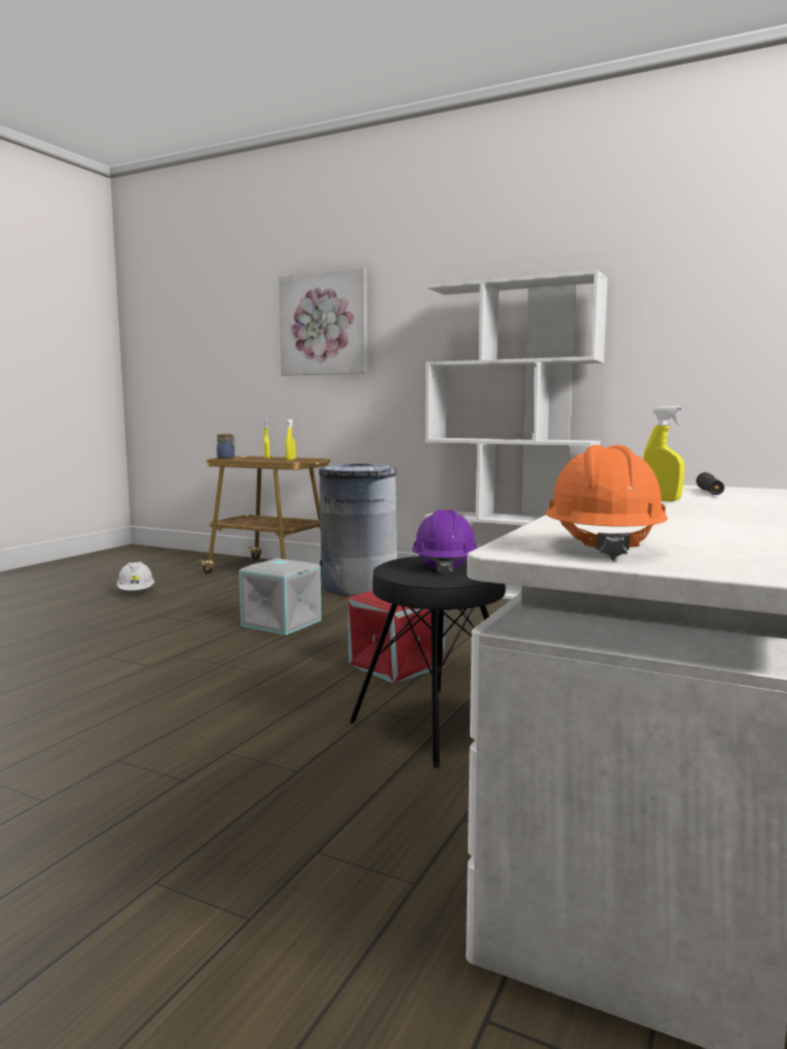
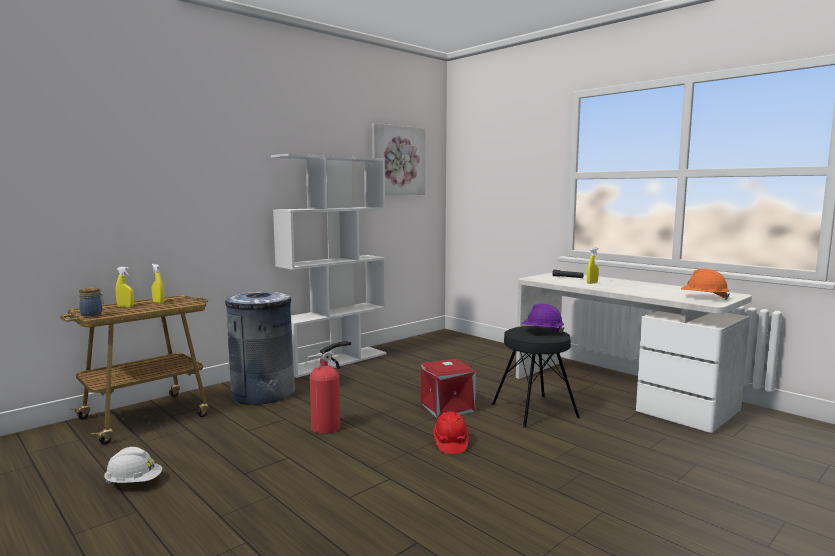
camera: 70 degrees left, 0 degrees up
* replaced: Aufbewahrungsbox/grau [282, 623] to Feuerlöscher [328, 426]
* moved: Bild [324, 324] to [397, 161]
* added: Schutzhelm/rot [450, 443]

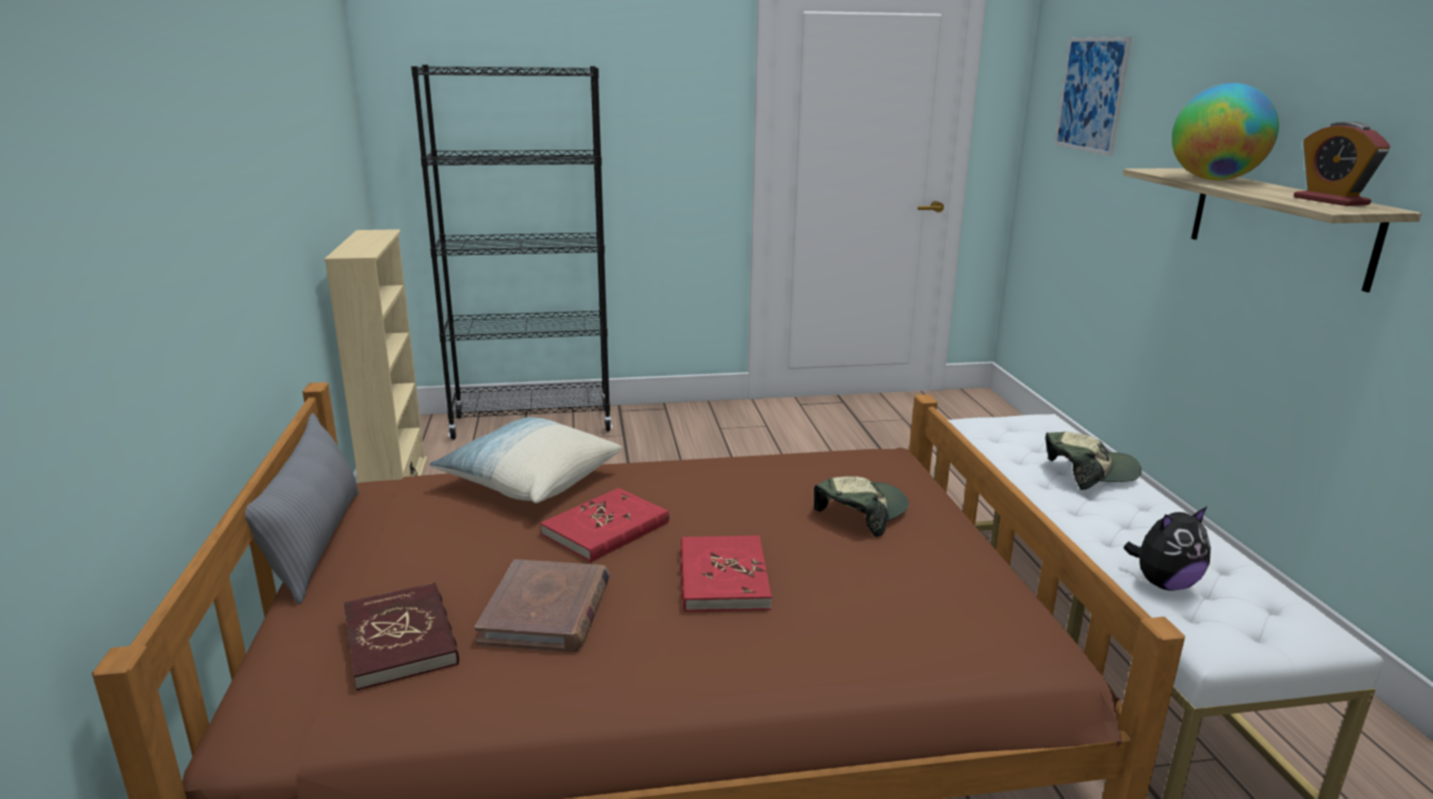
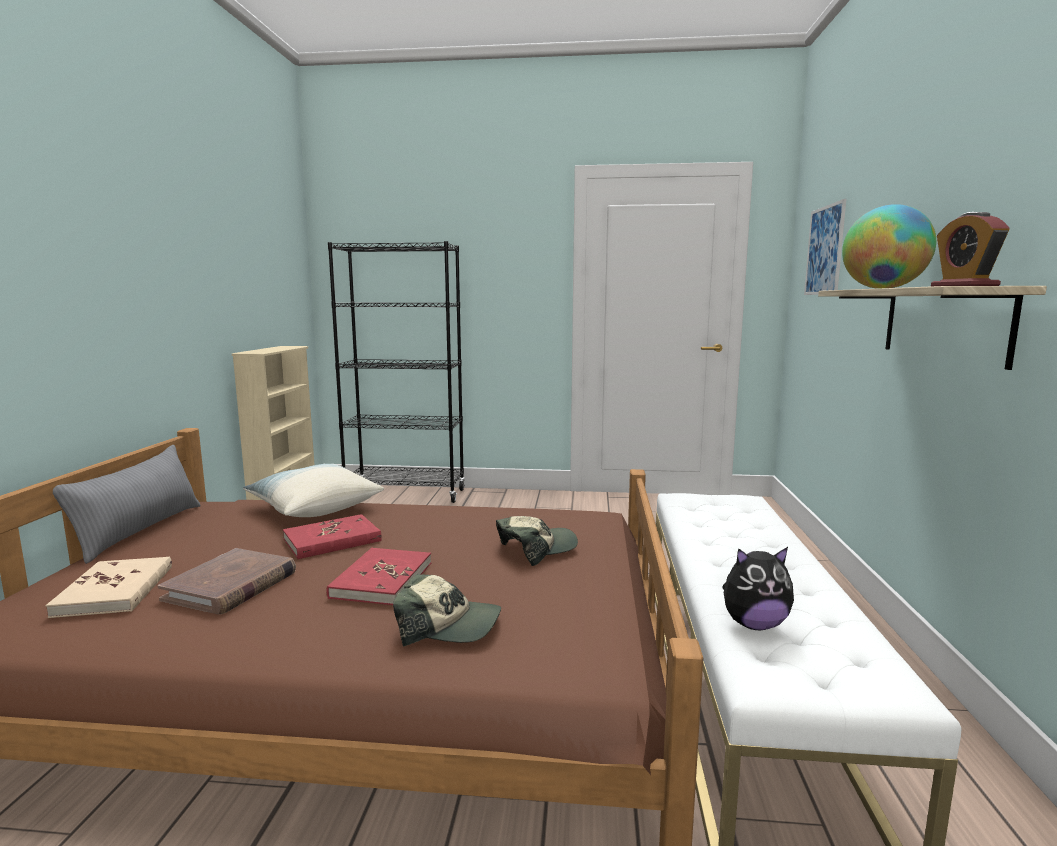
camera: 15 degrees right, 10 degrees down
* recoloured: Buch/rot [401, 639] to Buch/beige [116, 590]
* moved: Kappe [1089, 472] to [449, 626]

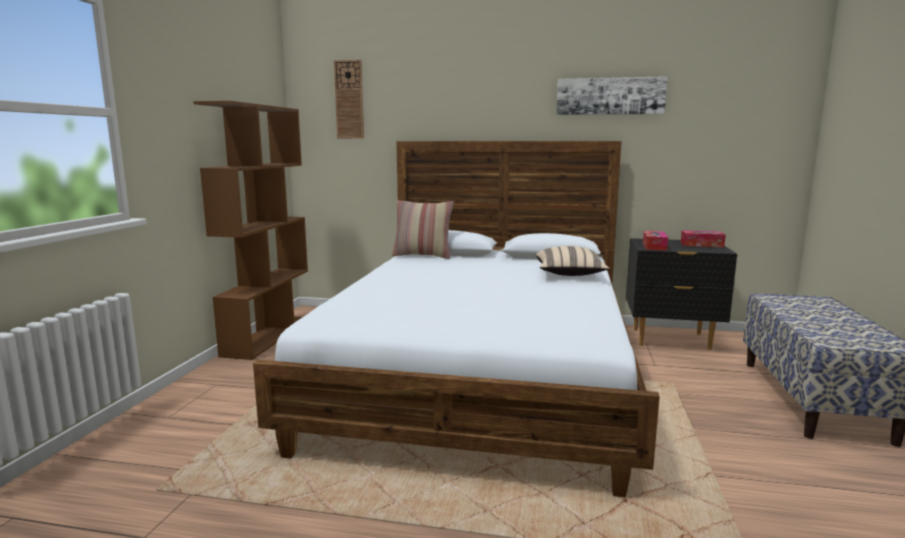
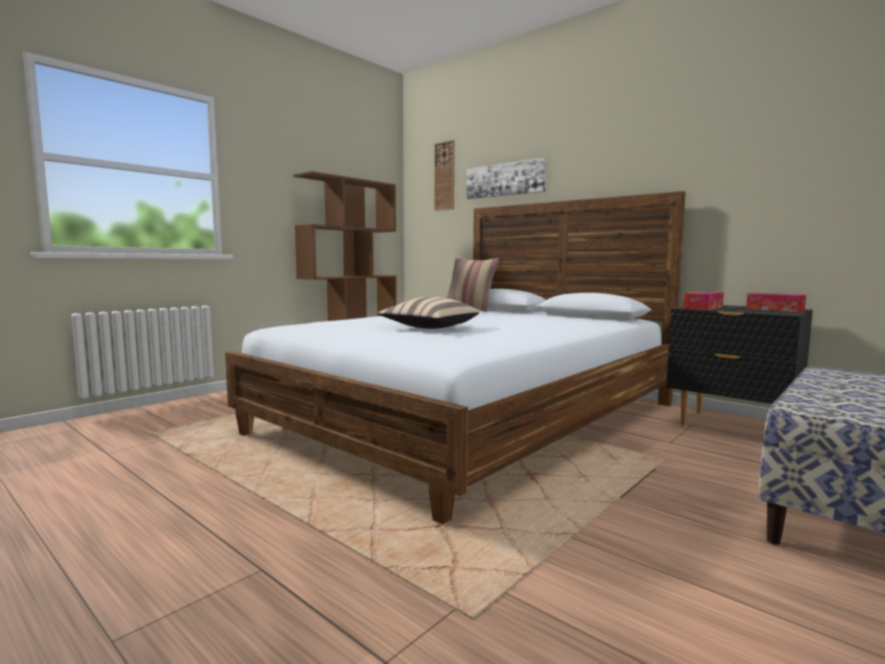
camera: 30 degrees right, 5 degrees down
* moved: Kissen/beige [569, 274] to [429, 328]
* moved: Bild [610, 96] to [505, 179]

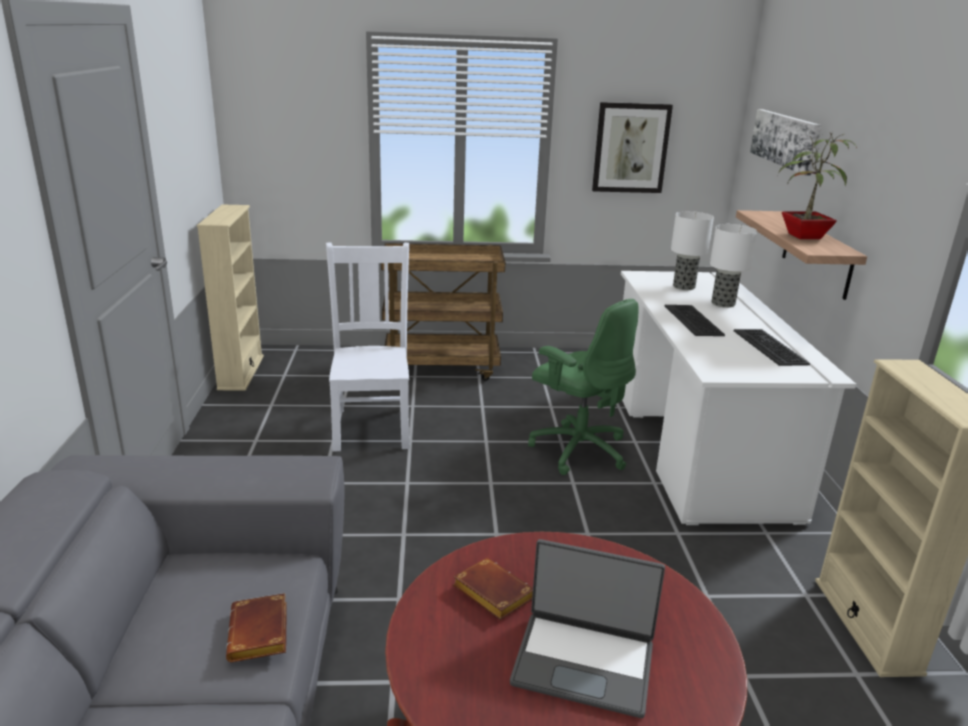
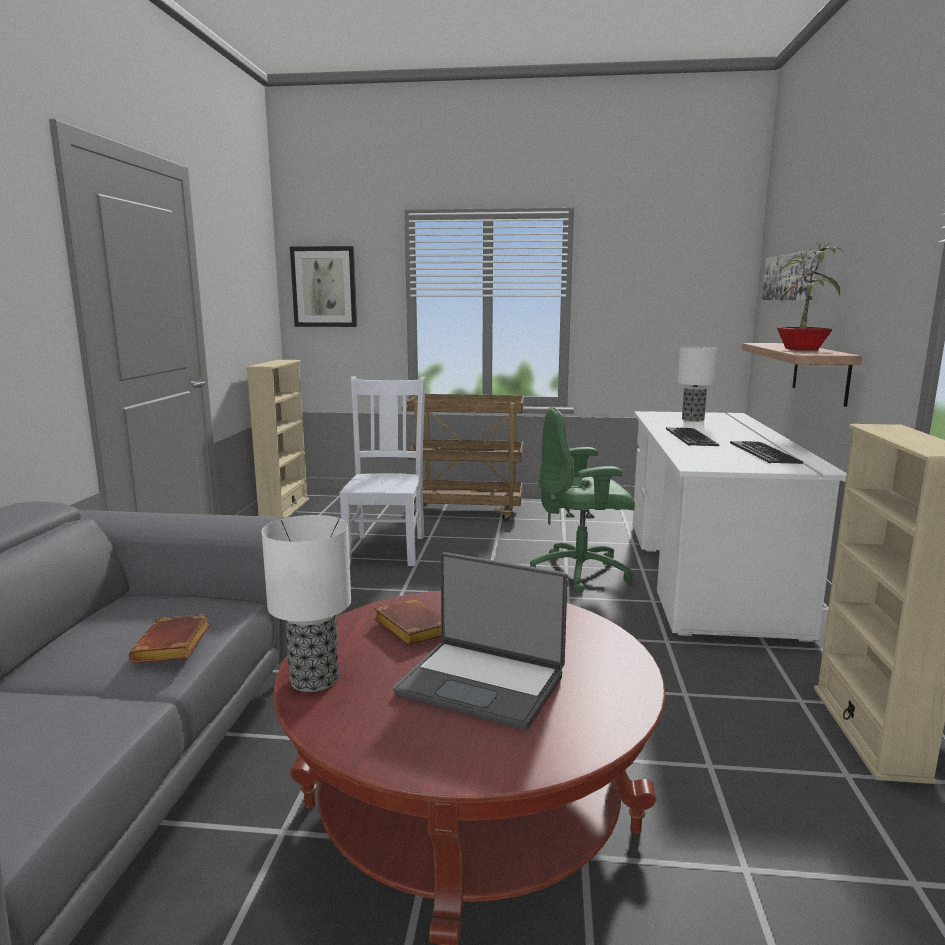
camera: 10 degrees right, 10 degrees down
* moved: Tischlampe [723, 304] to [314, 680]
* moved: Bild [630, 148] to [324, 287]
* turned: Bürostuhl/grün [578, 449] = [581, 572] 120 degrees clockwise

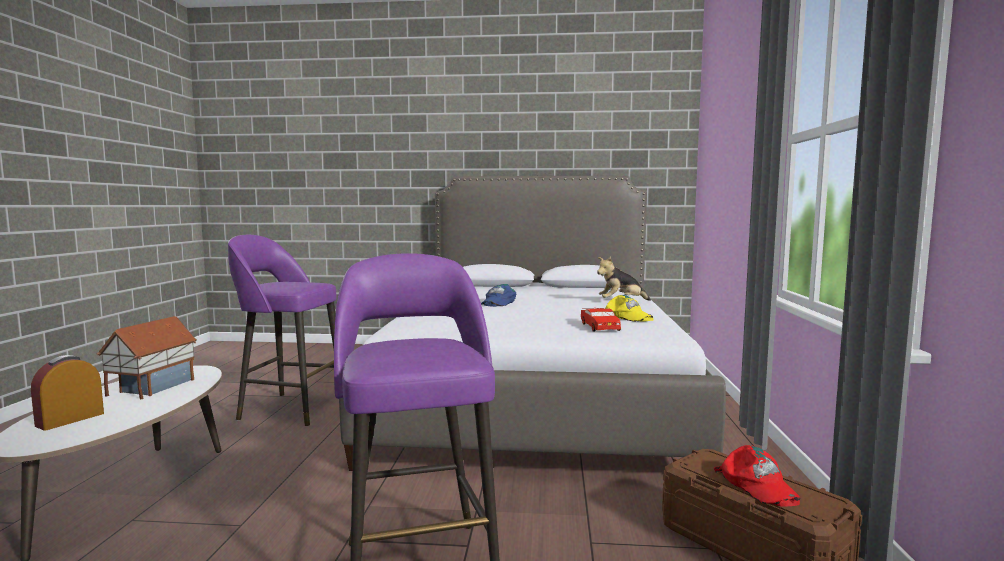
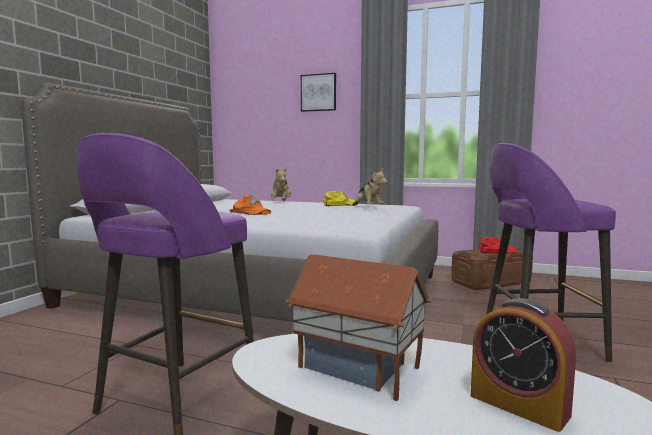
camera: 75 degrees left, 0 degrees up
* recoloured: Kappe/blau [498, 302] to Kappe/orange [251, 212]
* added: Bild [318, 92]
* replaced: Spielzeugauto/rot [600, 327] to Plüschtier [367, 208]

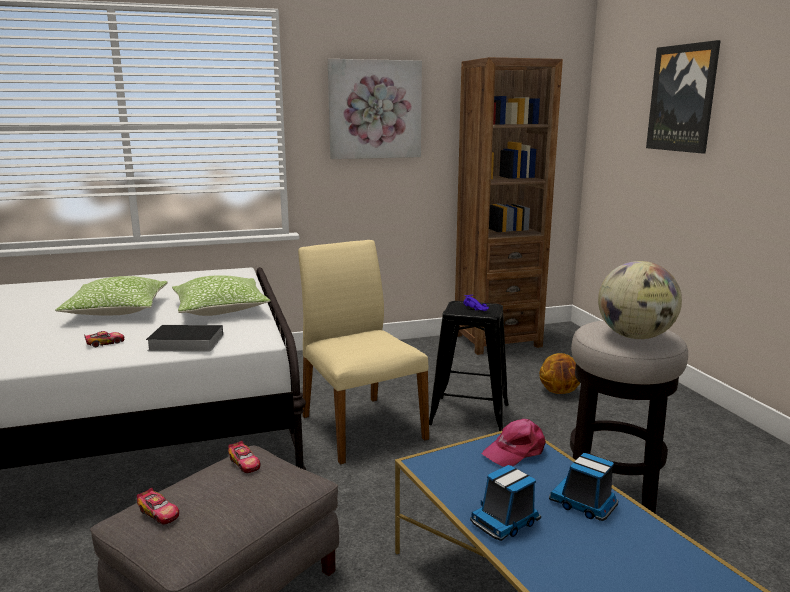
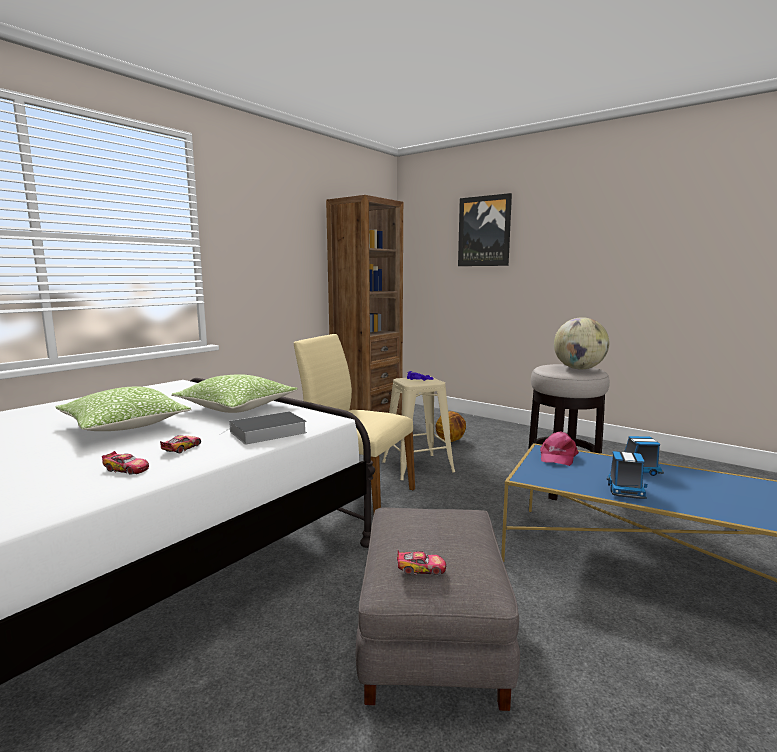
camera: 35 degrees left, 5 degrees down
* moved: Spielzeugauto [244, 463] to [127, 469]
* recoloured: Hocker/schwarz [469, 414] to Hocker/beige [417, 467]
* removed: Bild [374, 109]

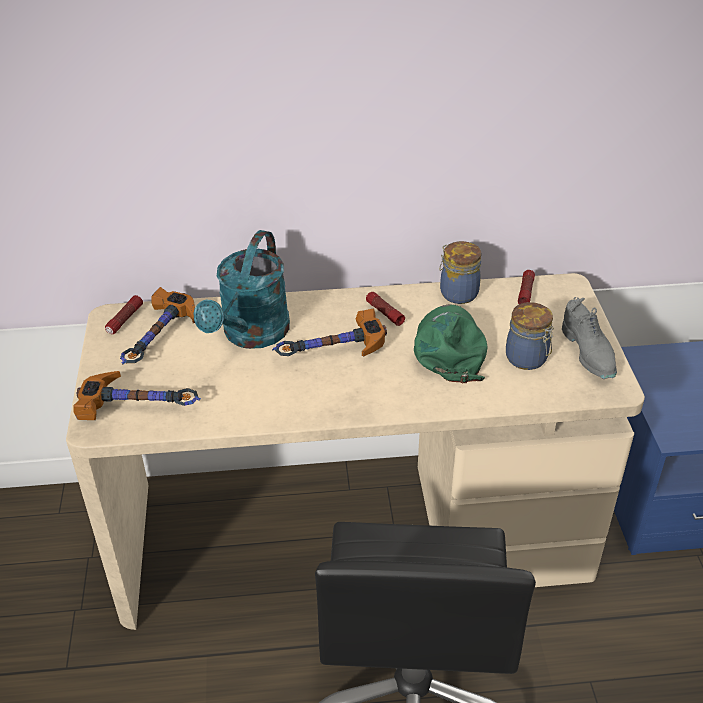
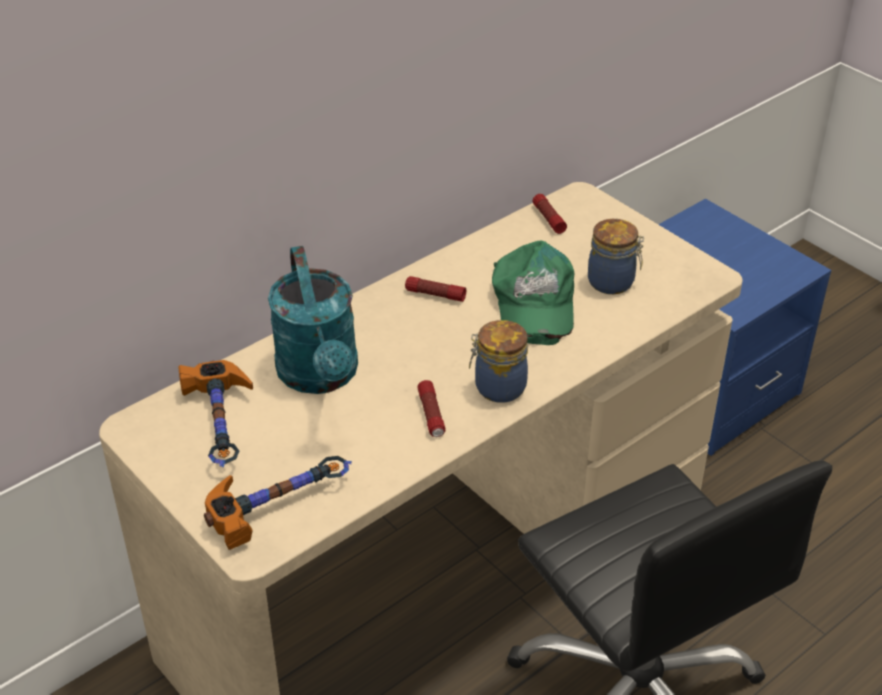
camera: 35 degrees left, 0 degrees up
* moved: Taschenlampe [125, 320] to [431, 415]
* moved: Vorratsglas [457, 293] to [497, 387]
* turned: Kappe/grün [449, 348] = [533, 302] 150 degrees counterclockwise
* removed: Hammer [330, 352]
* removed: Schuh/grau [588, 353]

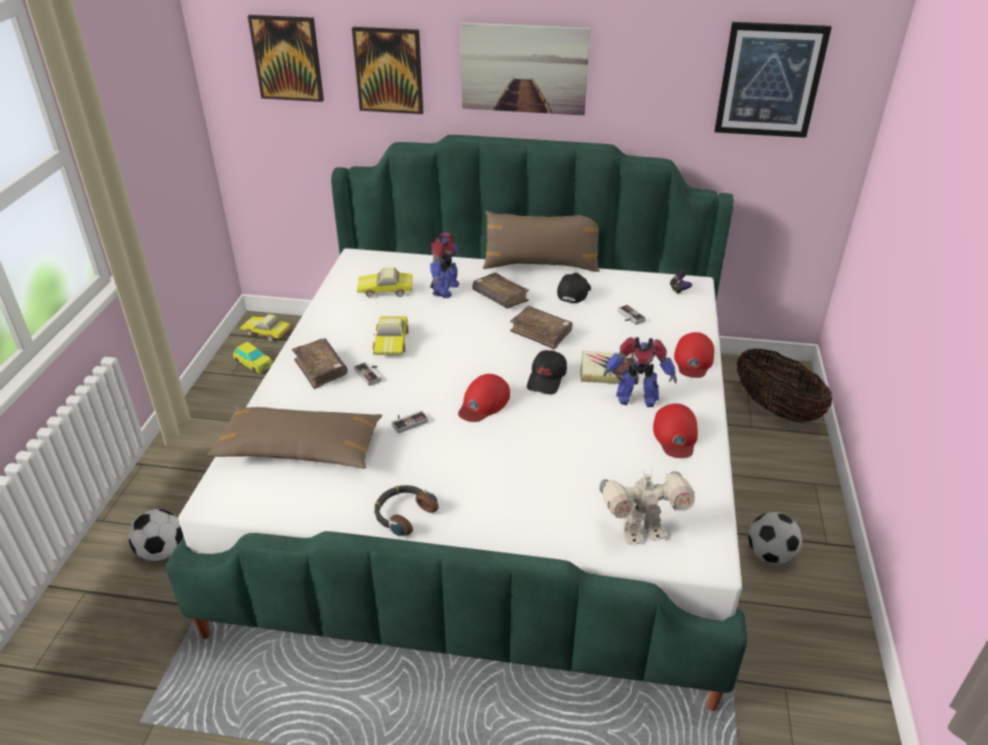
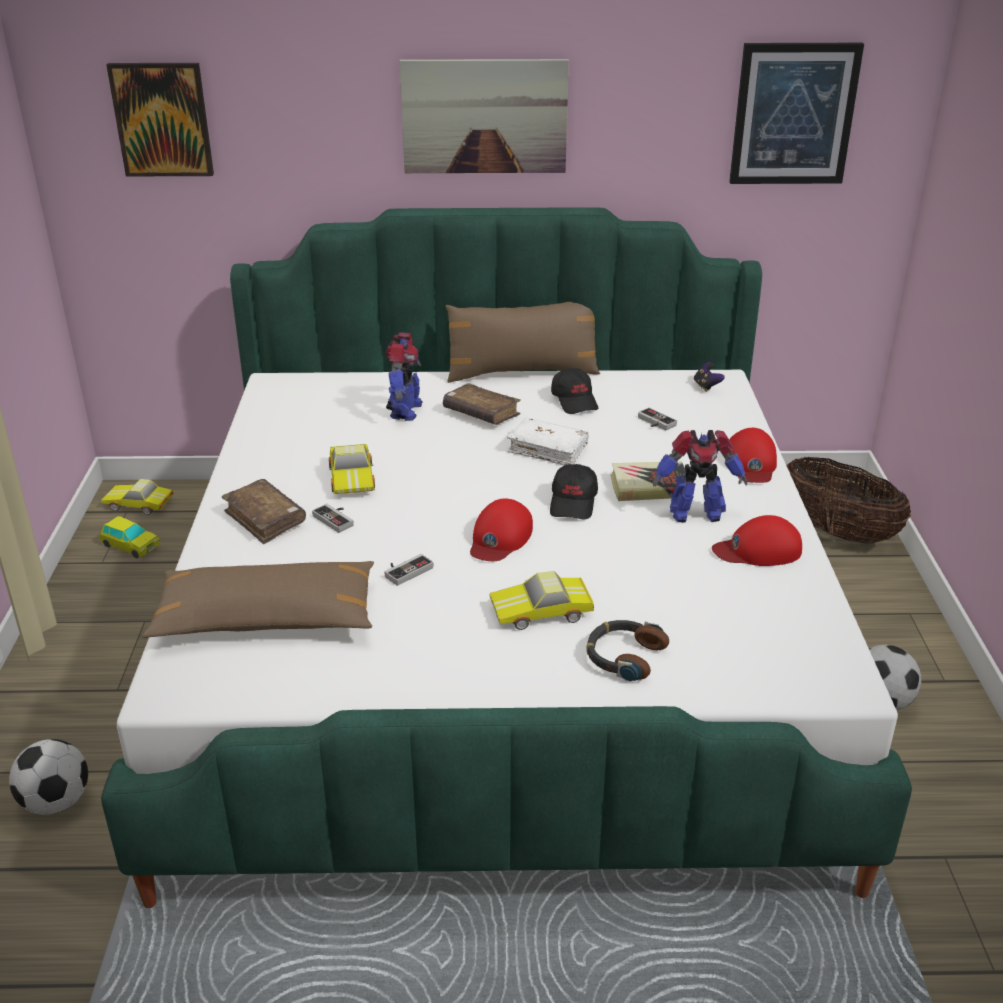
camera: 10 degrees left, 5 degrees down
* moved: Spielzeugauto [386, 290] to [542, 612]
* recoloured: Buch/braun [541, 333] to Buch/weiß [548, 450]
* turned: Kappe/schwarz [573, 293] = [575, 401] 150 degrees clockwise
* moved: Kopfhörer [404, 513] to [623, 656]
* turned: Kappe/rot [675, 435] = [758, 550] 90 degrees clockwise
* removed: Bild [389, 70]
* removed: Spielzeugroboter [641, 531]

